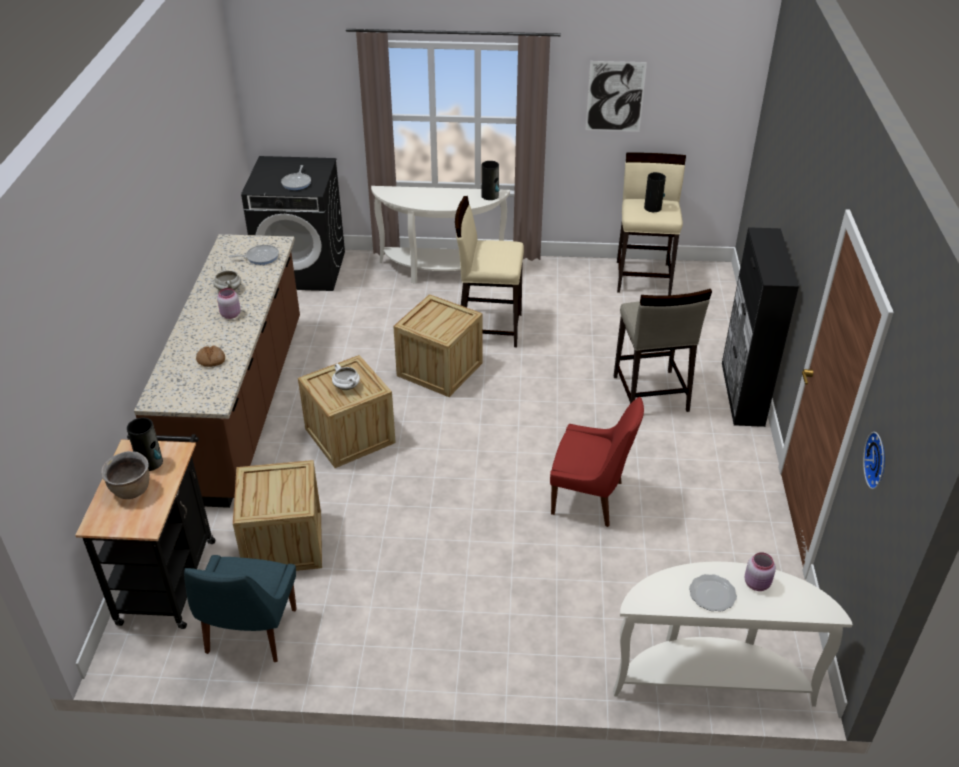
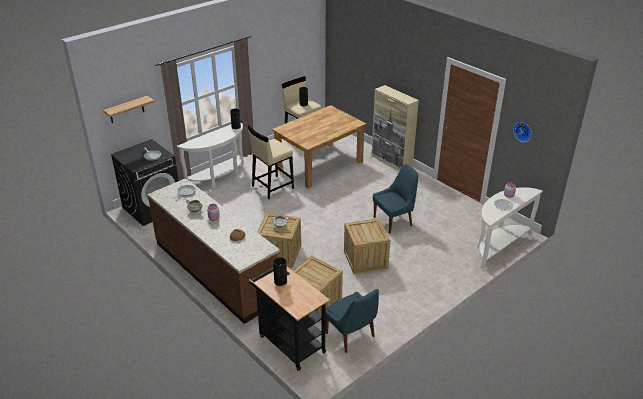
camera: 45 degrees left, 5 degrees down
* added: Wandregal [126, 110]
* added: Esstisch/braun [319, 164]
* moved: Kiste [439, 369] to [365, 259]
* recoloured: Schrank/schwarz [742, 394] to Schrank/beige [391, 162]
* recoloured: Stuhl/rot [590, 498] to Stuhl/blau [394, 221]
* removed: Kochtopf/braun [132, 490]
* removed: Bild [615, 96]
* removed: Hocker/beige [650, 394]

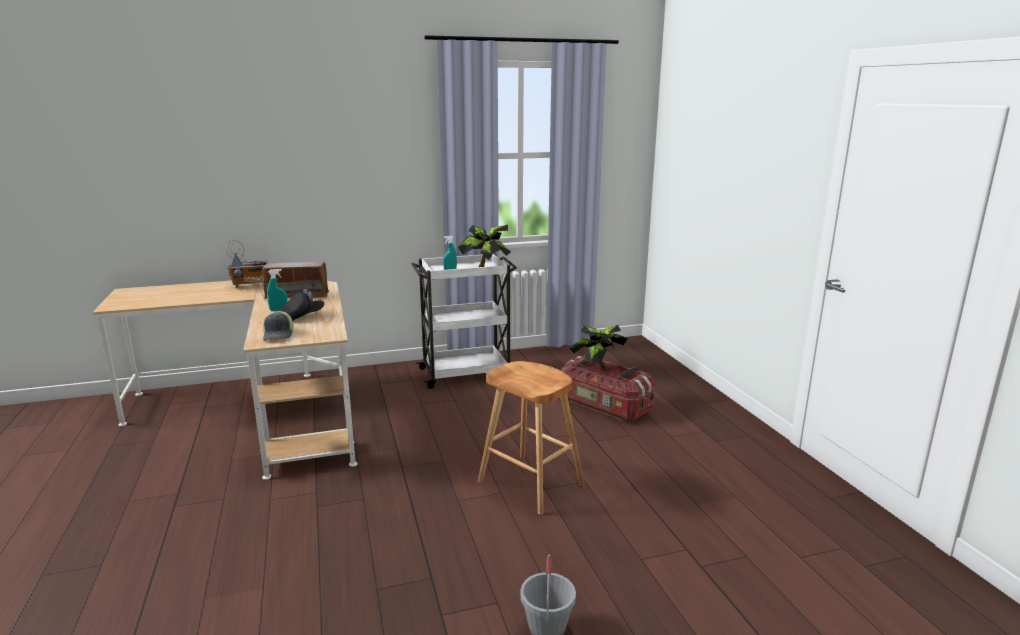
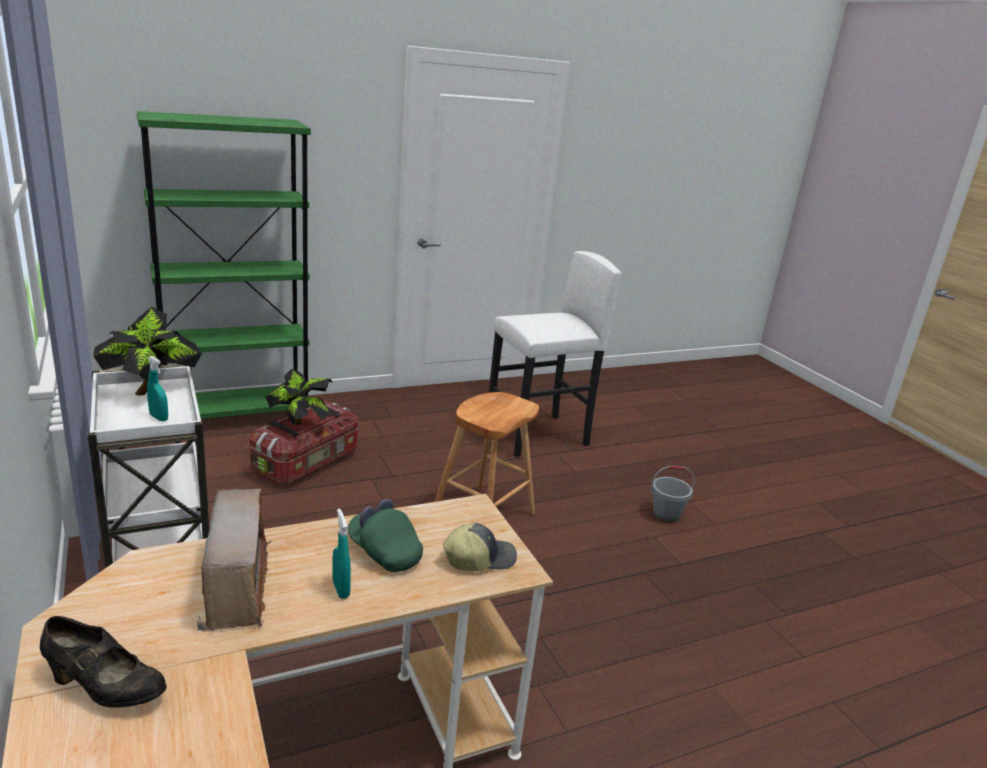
camera: 100 degrees left, 5 degrees up
* replaced: Radio [252, 285] to Schuh/schwarz [105, 689]
* added: Bücherregal/grün [237, 418]
* recoloured: Kappe/schwarz [302, 317] to Kappe/grün [384, 552]
* added: Hocker/weiß [537, 436]

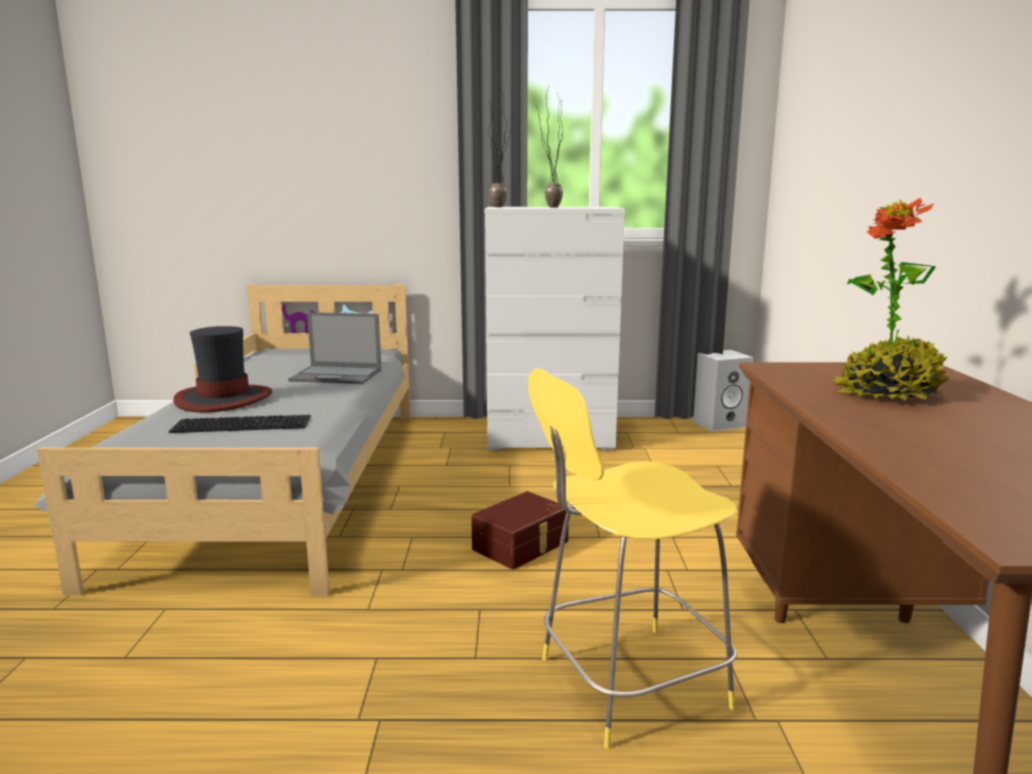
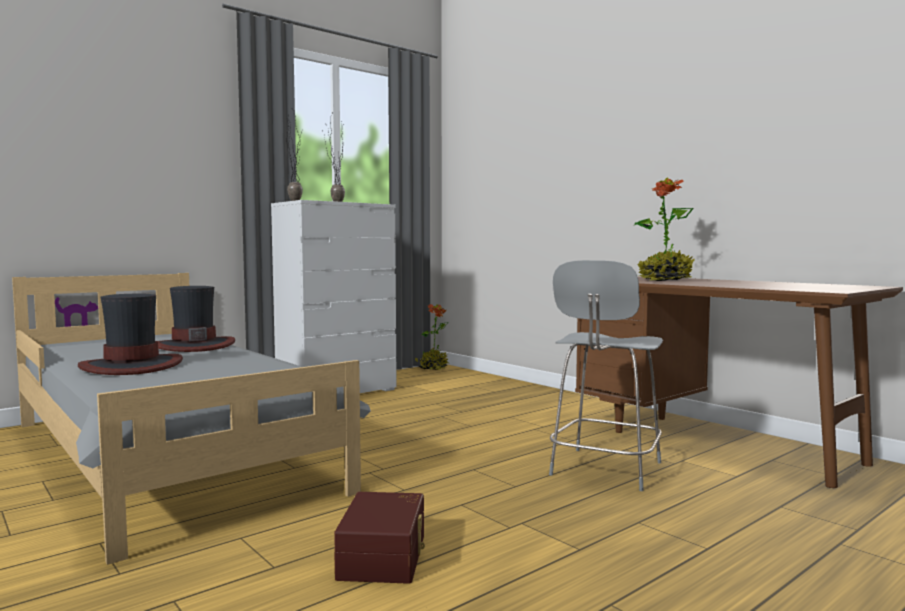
camera: 40 degrees left, 10 degrees down
* replaced: Laptop [337, 375] to Hut [194, 346]
* moved: Aufbewahrungsbox/braun [522, 546] to [385, 556]
* replaced: Lautsprecher/weiß [719, 423] to Topfpflanze [431, 368]
* recoloured: Hocker/gelb [626, 684] to Hocker/grau [605, 470]
* removed: Tastatur [244, 423]

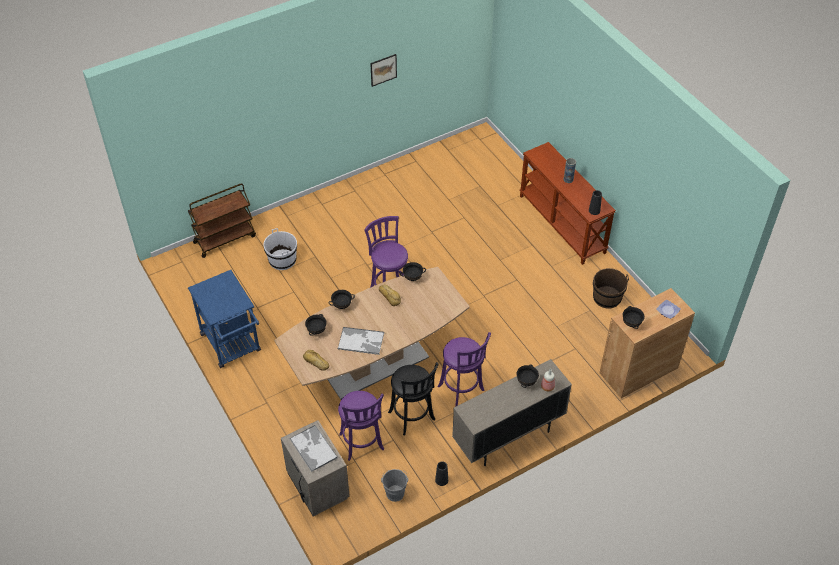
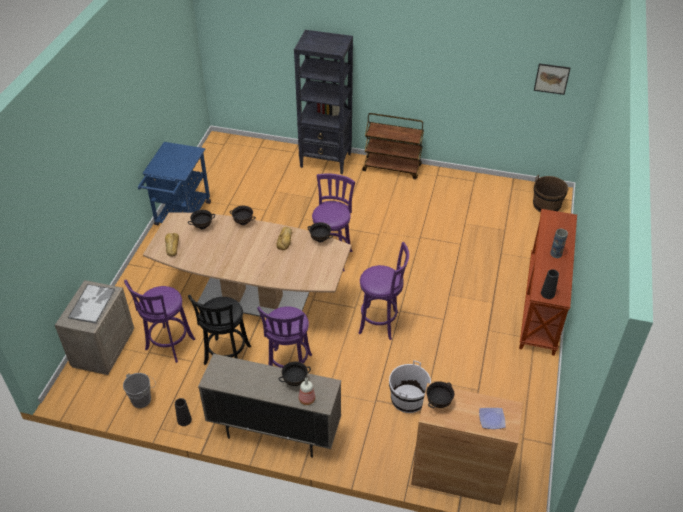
camera: 45 degrees right, 5 degrees down
* added: Bücherregal/schwarz [326, 161]
* added: Hocker/lila [381, 323]
* moved: Rollwagen/braun [225, 239] to [392, 168]
* moved: Eimer/weiß [282, 260] to [408, 399]
* moved: Eimer/braun [607, 297] to [546, 205]
* moved: Bild [383, 70] to [551, 78]
* removed: Tablett [361, 341]

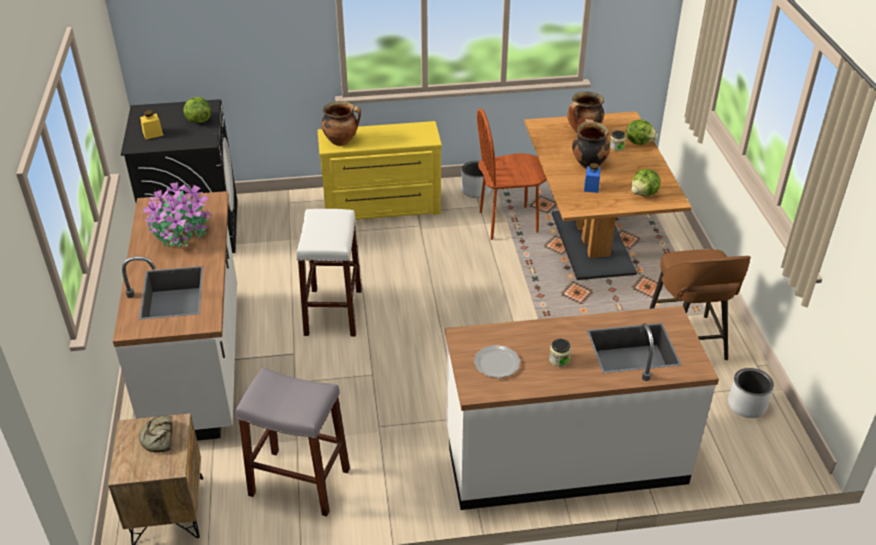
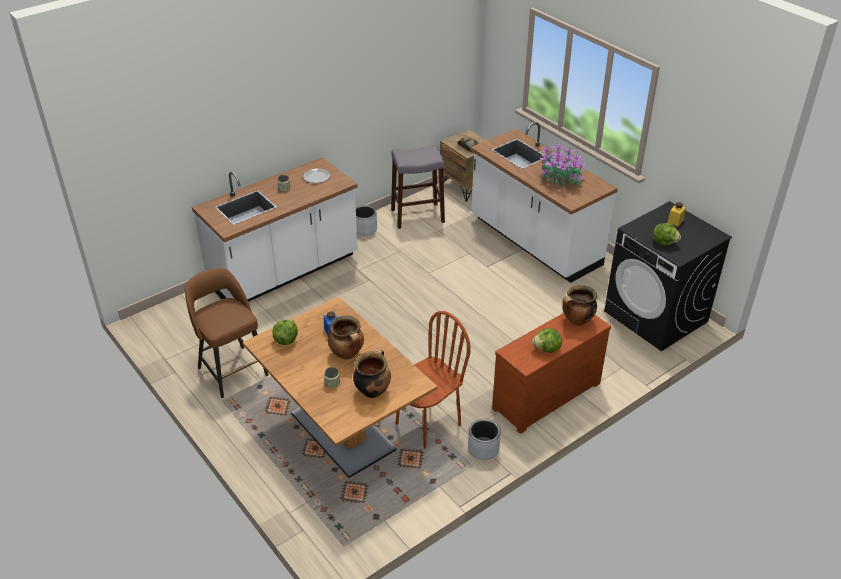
camera: 150 degrees right, 0 degrees up
* moved: Pflanzkübel/grau [746, 405] to [365, 229]
* recoloured: Kommode/gelb [382, 207] to Kommode/braun [544, 394]
* moved: Salatkopf [639, 142] to [547, 349]
* removed: Hocker/weiß [333, 312]

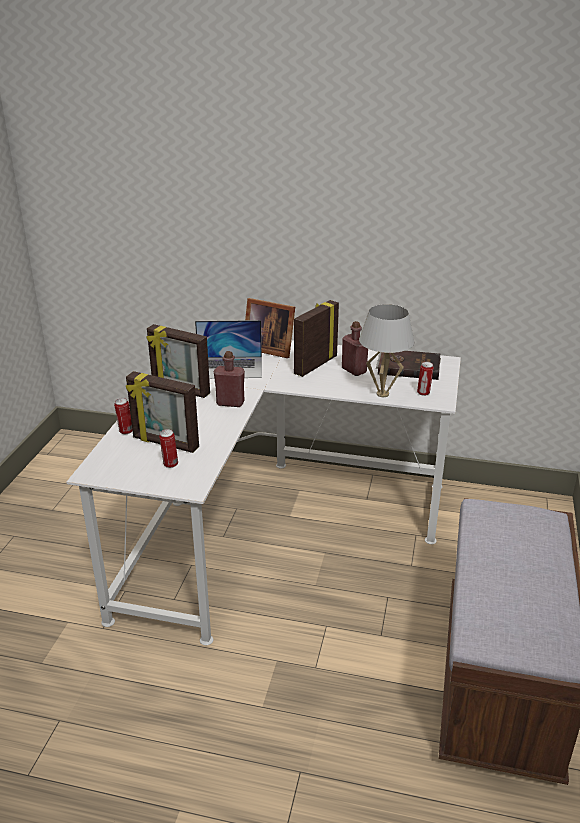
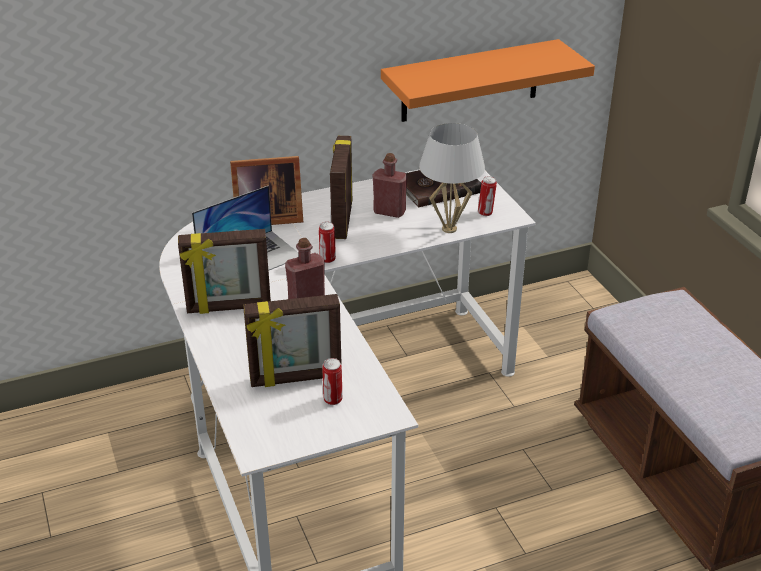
camera: 35 degrees left, 5 degrees up
* moved: Dose [125, 431] to [327, 259]
* added: Wandregal/orange [470, 81]

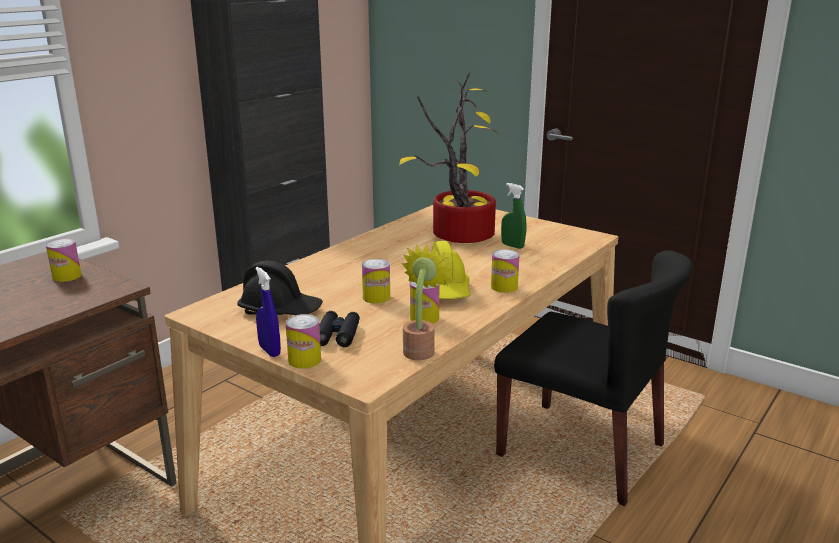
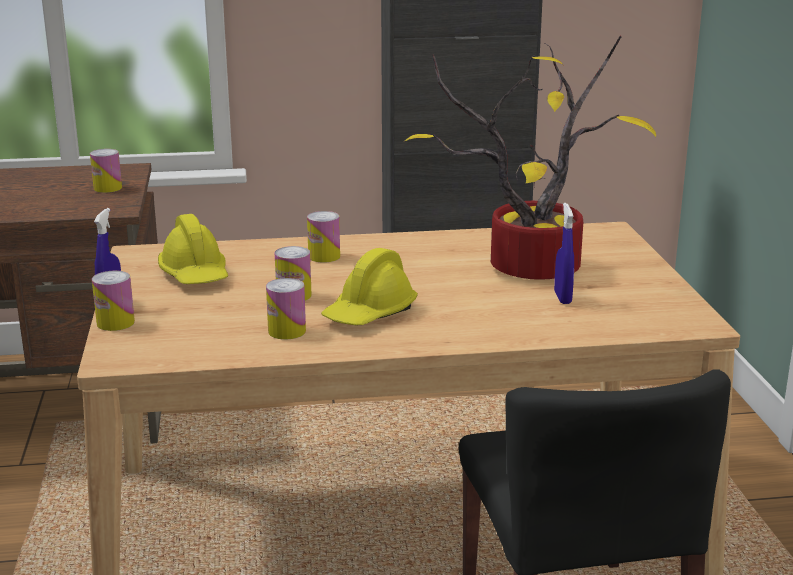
camera: 45 degrees right, 0 degrees up
* recoloured: Schutzhelm/schwarz [280, 310] to Schutzhelm/gelb [195, 275]
* moved: Dose [504, 287] to [324, 256]
* recoloured: Sprühflasche/grün [512, 246] to Sprühflasche/blau [562, 298]
* removed: Fernglas/schwarz [337, 334]
* removed: Topfpflanze [420, 349]

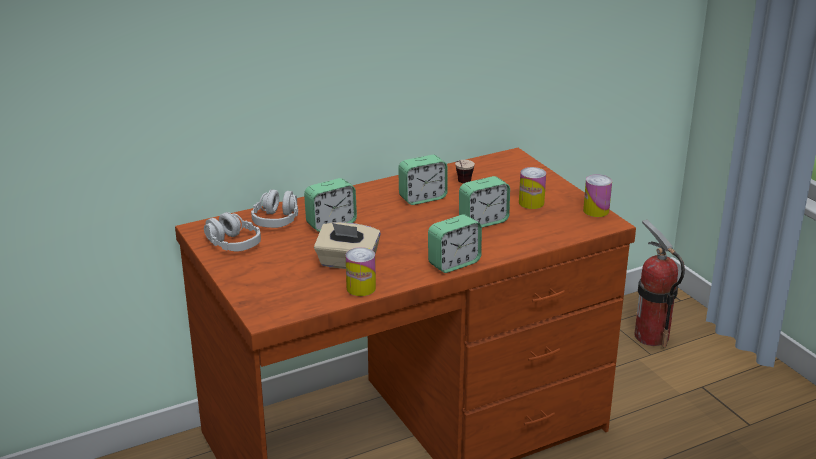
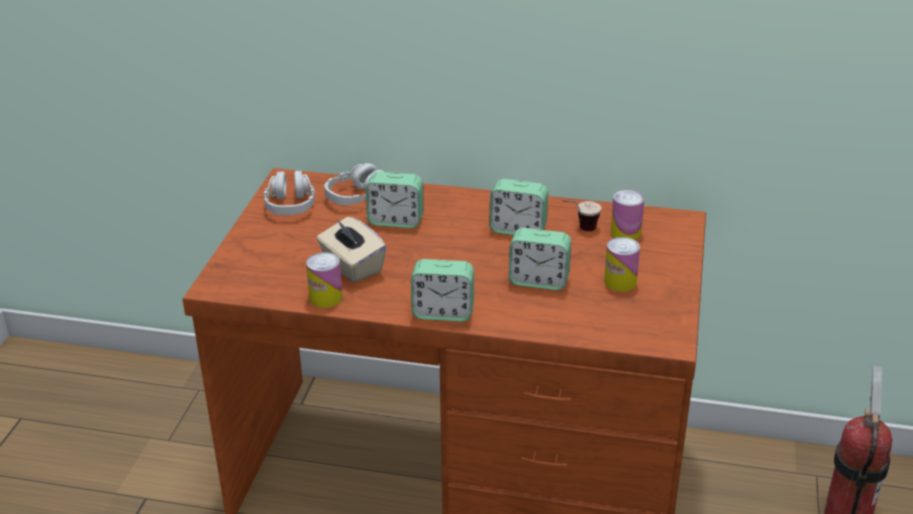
camera: 40 degrees right, 5 degrees up
* moved: Dose [596, 211] to [625, 232]

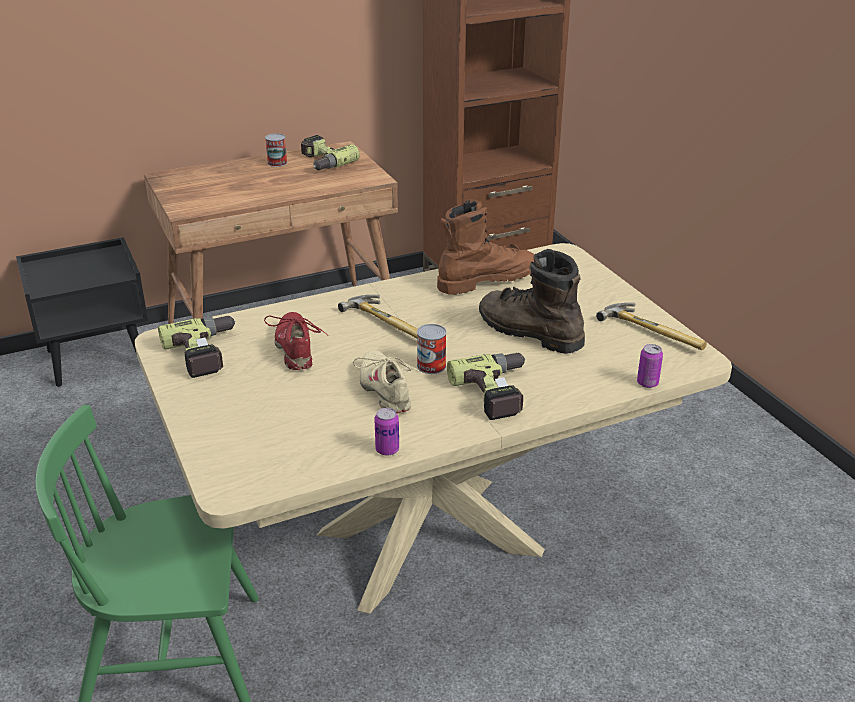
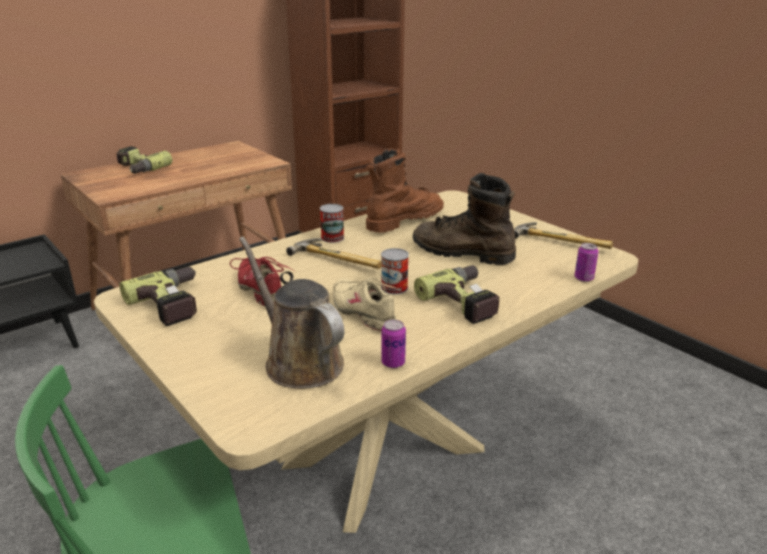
camera: 15 degrees left, 5 degrees down
* moved: Bohrmaschine [321, 162] to [138, 168]
* added: Gießkanne/braun [299, 361]
* moved: Dose [277, 163] to [332, 238]

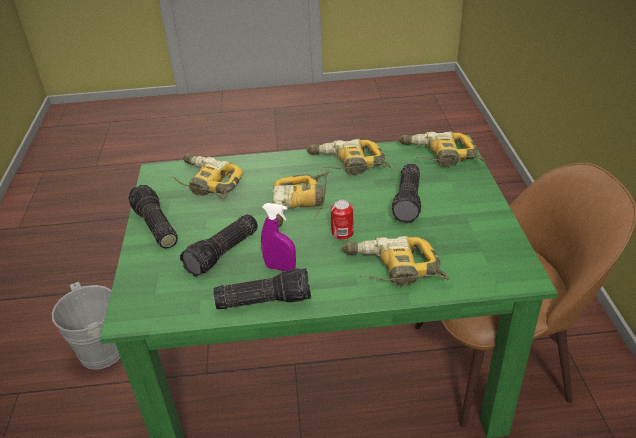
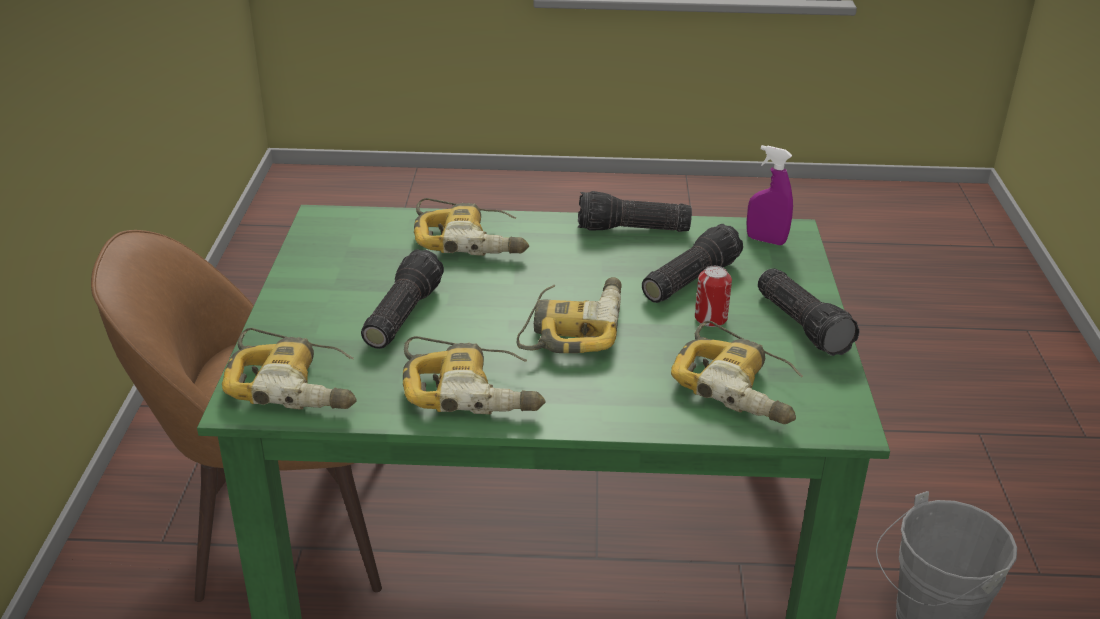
camera: 175 degrees left, 5 degrees down
* moved: Dose [342, 233] to [710, 318]
* moved: Sprühflasche/lila [280, 268] to [766, 240]

